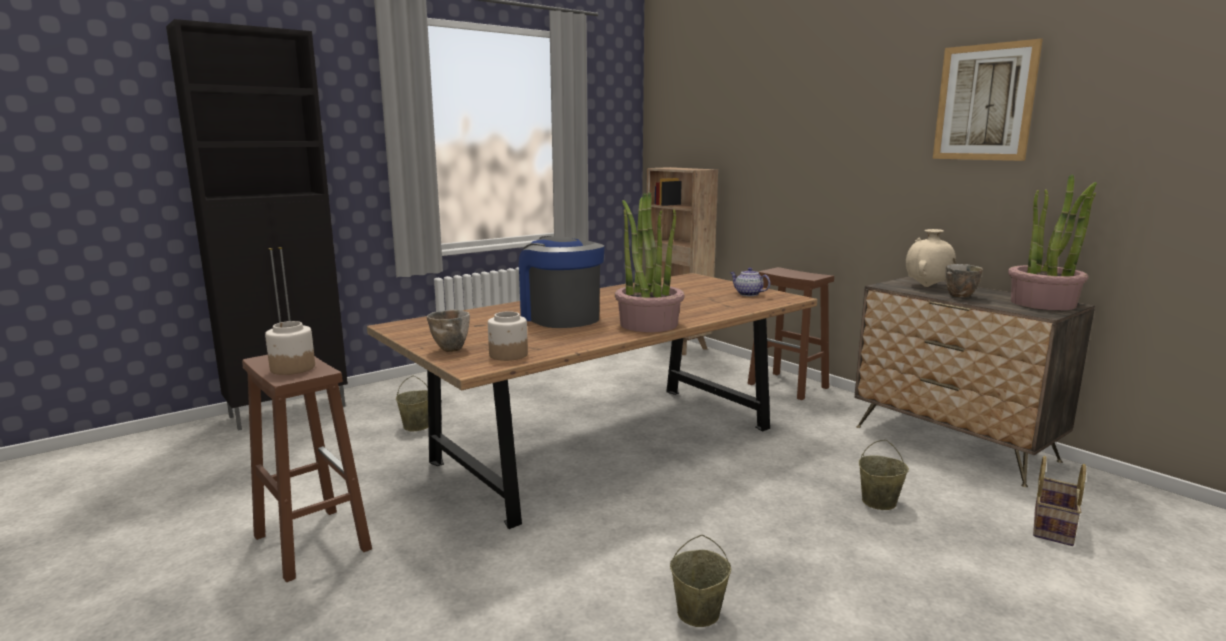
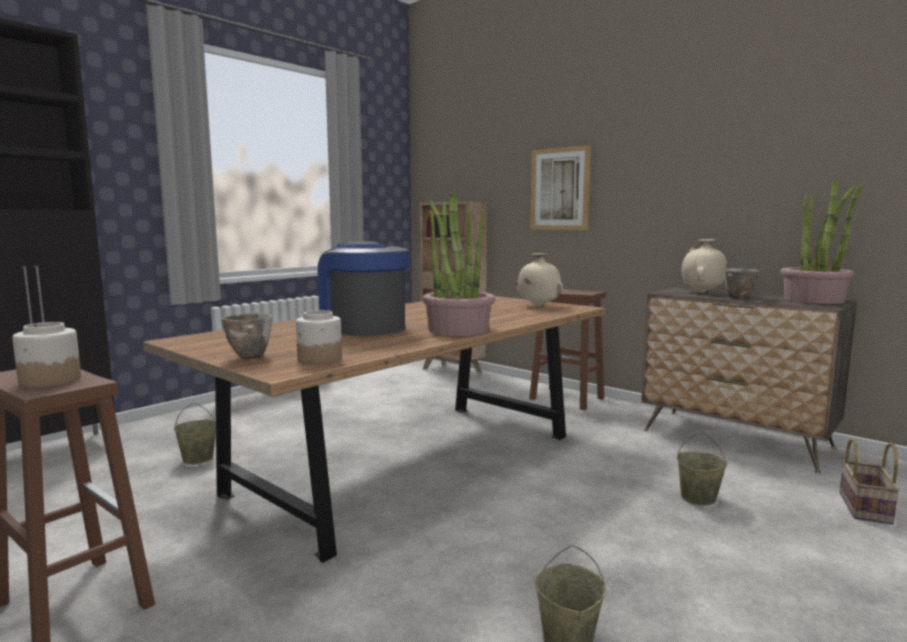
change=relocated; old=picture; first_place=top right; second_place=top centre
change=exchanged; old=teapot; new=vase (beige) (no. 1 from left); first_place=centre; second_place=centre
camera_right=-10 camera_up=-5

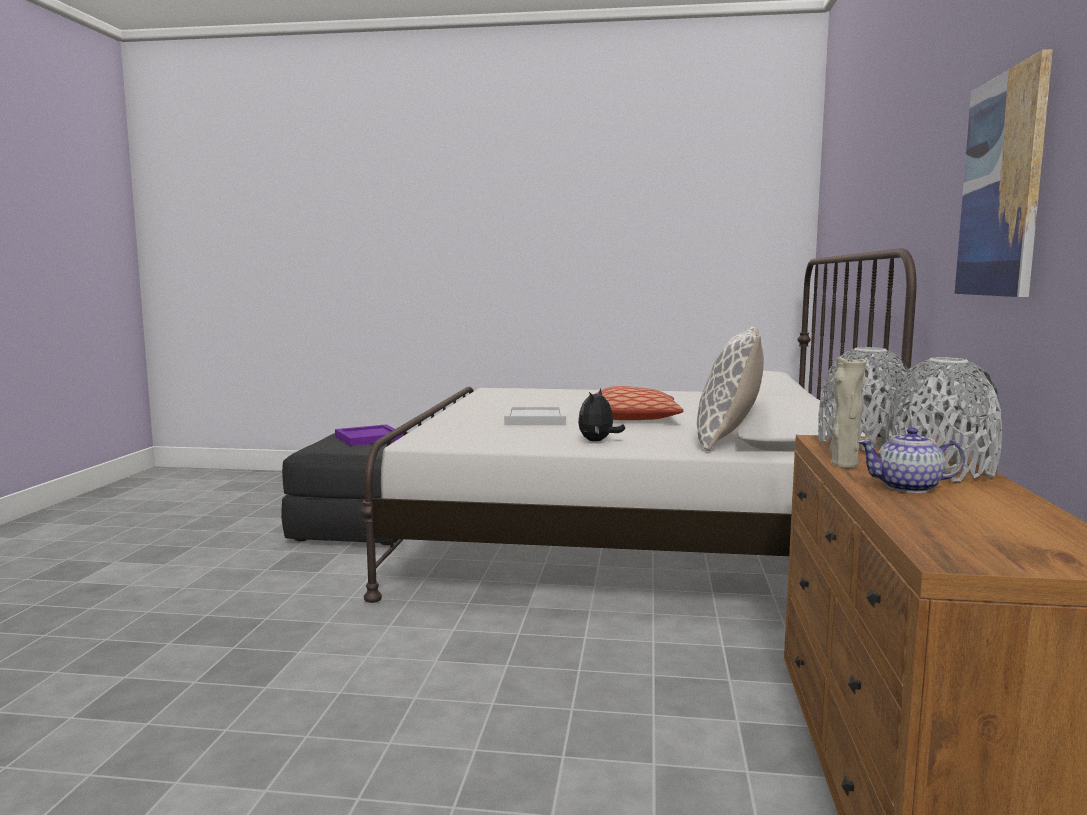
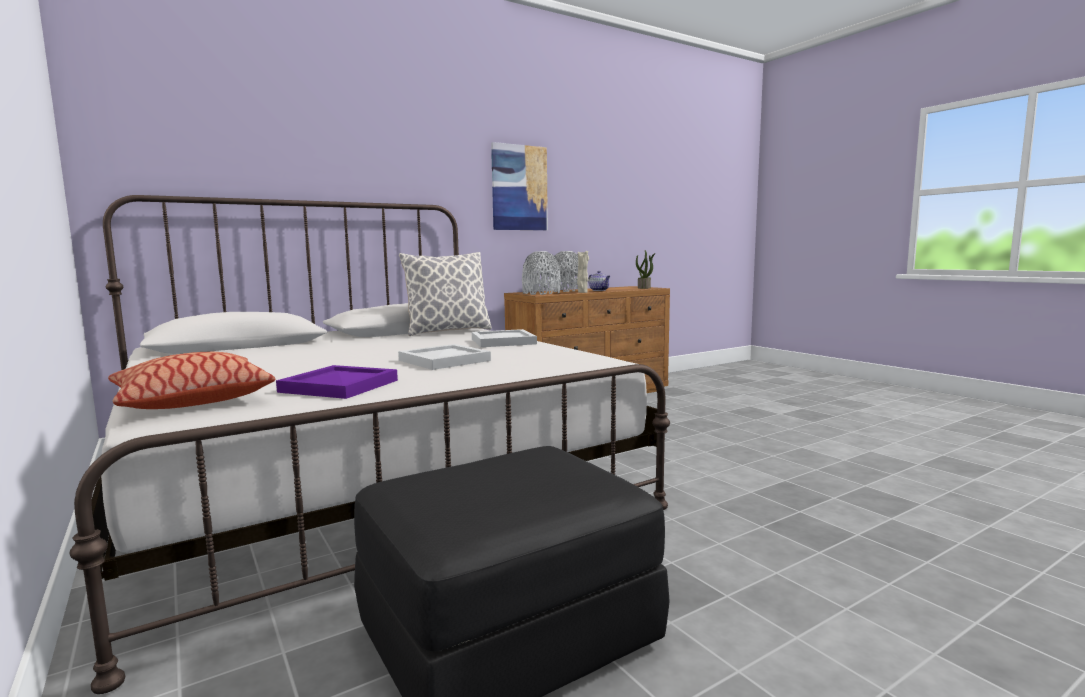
change=relocated; old=pillow (no. 1 from left); first_place=centre; second_place=middle left
change=exchanged; old=plush toy; new=tray (white) (no. 2 from left); first_place=centre; second_place=centre
change=relocated; old=tray (purple); first_place=centre; second_place=middle left
change=appeared; new=potted plant; second_place=centre
camera_right=-130 camera_up=0

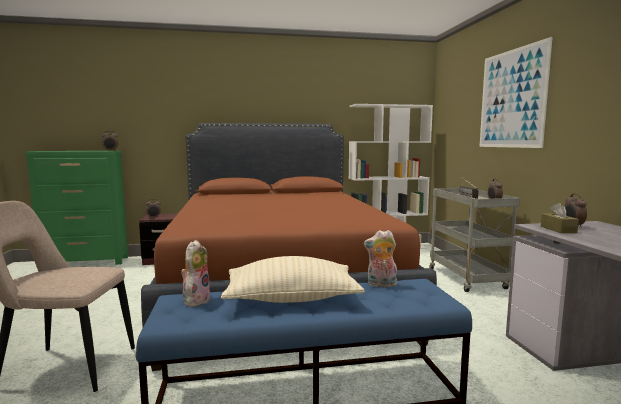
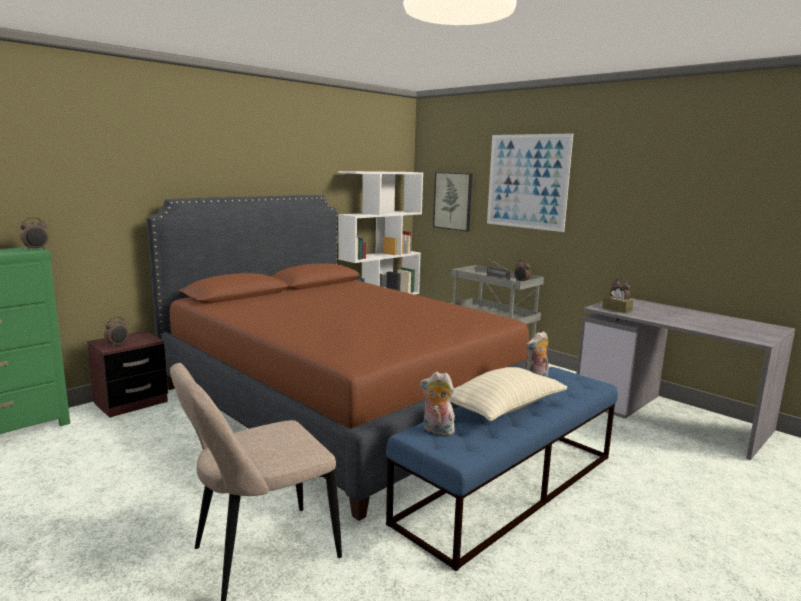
change=spun; old=plush toy (no. 1 from left); first_place=bottom left; second_place=bottom centre; degrees=-45
change=appeared; new=picture (no. 1 from left); second_place=centre
camera_right=-35 camera_up=5

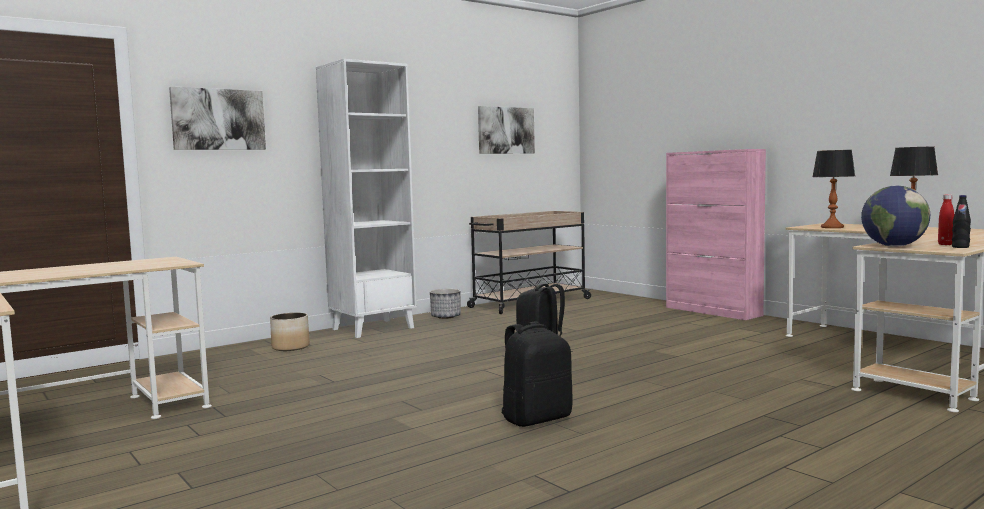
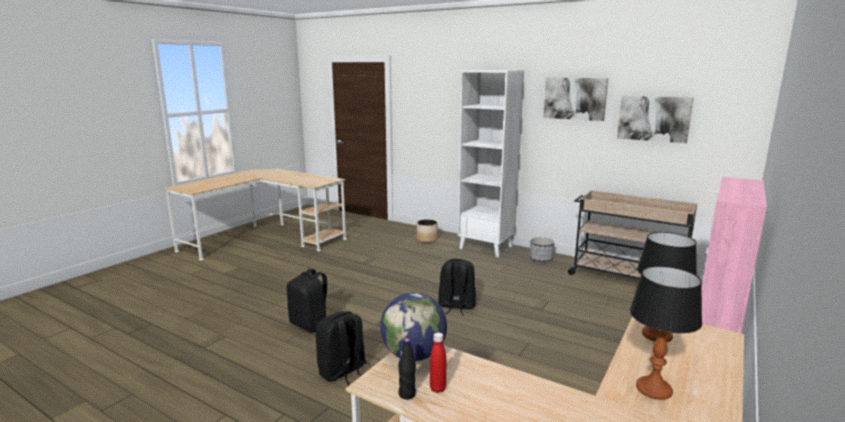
change=relocated; old=picture (no. 1 from left); first_place=top left; second_place=top right
change=appeared; new=backpack (black) (no. 2 from left); second_place=bottom centre
camera_right=70 camera_up=10

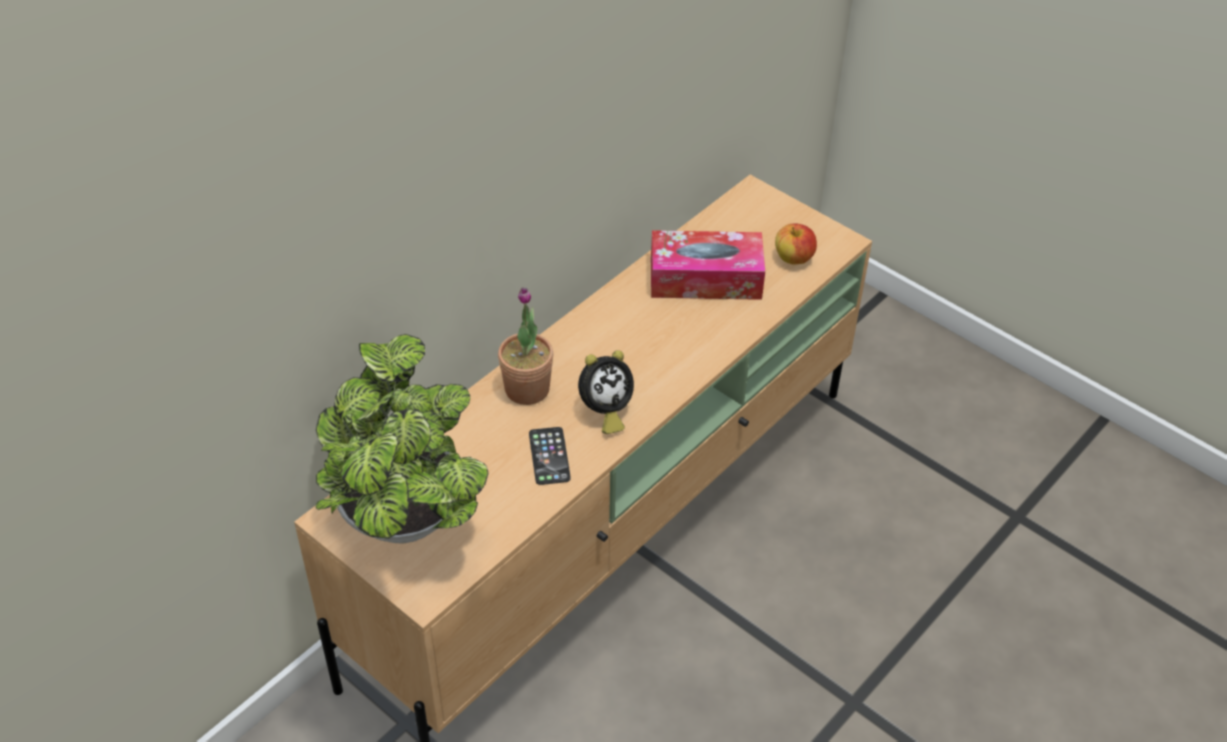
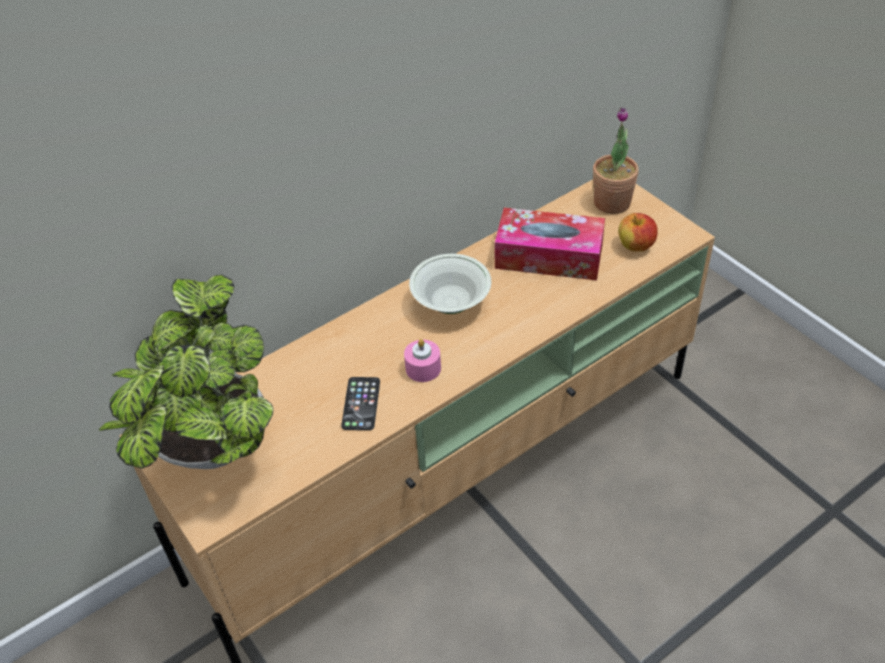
change=relocated; old=potted plant (no. 2 from left); first_place=centre; second_place=top right
change=exchanged; old=alarm clock; new=candle (pink); first_place=centre; second_place=centre
change=appeared; new=bowl (white); second_place=centre
camera_right=15 camera_up=0

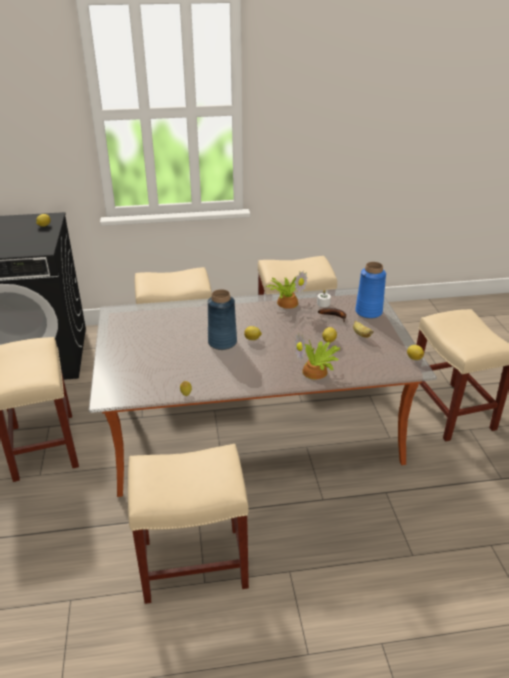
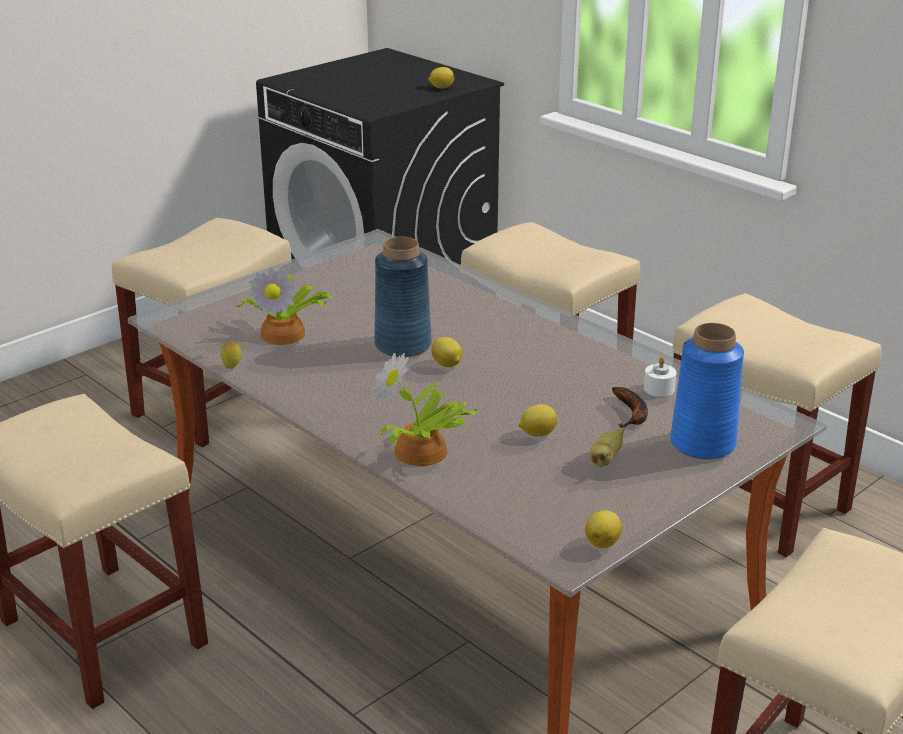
change=relocated; old=potted plant (no. 1 from left); first_place=centre; second_place=middle left
camera_right=55 camera_up=-5

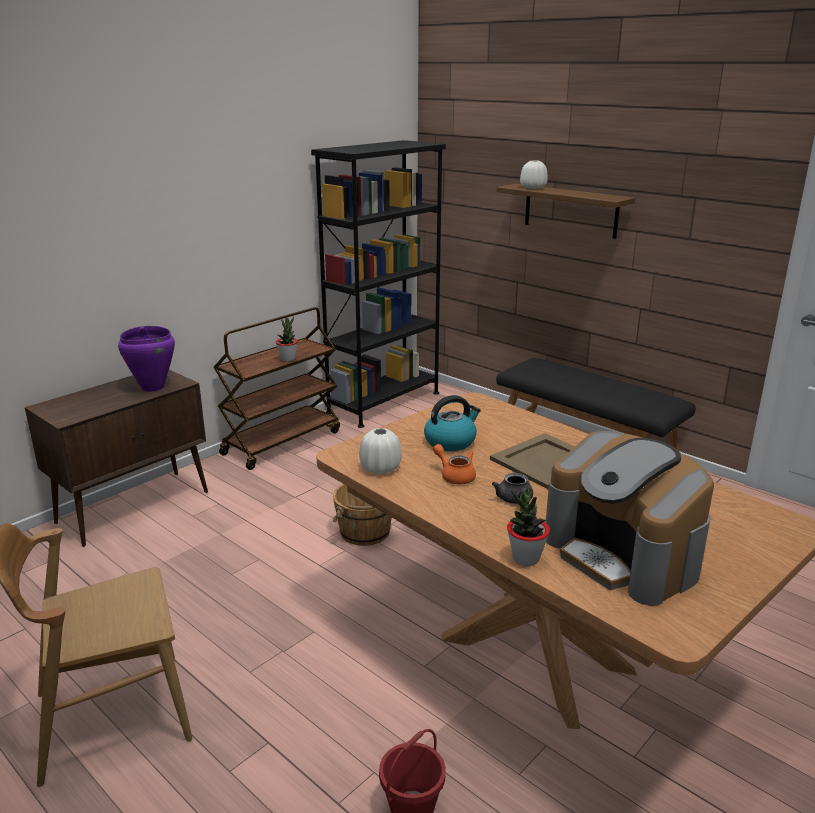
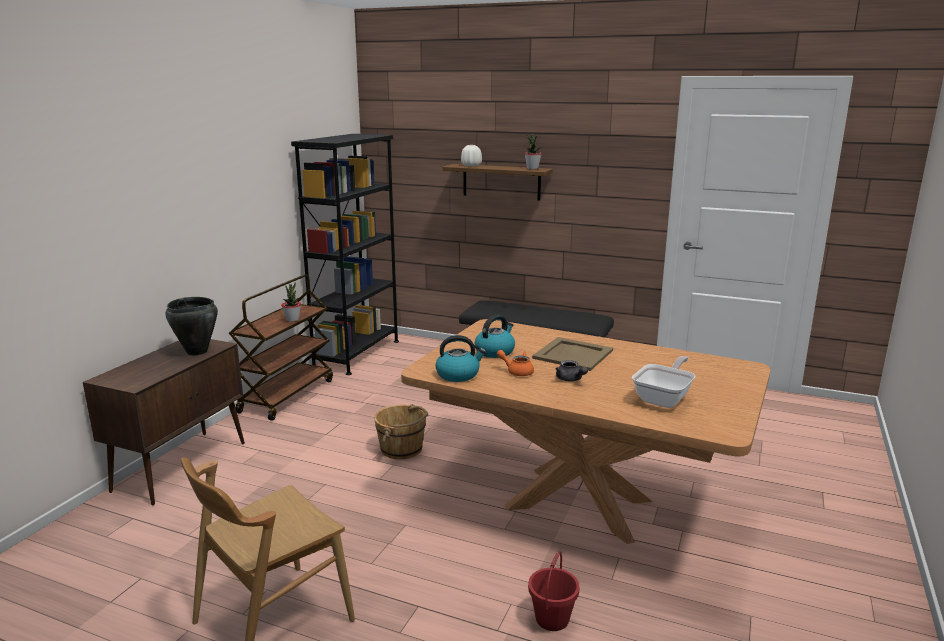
change=colour; old=cooking pot (purple); new=cooking pot (black); first_place=middle left; second_place=middle left
change=exchanged; old=vase (white) (no. 1 from left); new=kettle (no. 1 from left); first_place=centre; second_place=centre
change=exchanged; old=coffee machine; new=frying pan; first_place=middle right; second_place=middle right
change=relocated; old=potted plant (no. 2 from left); first_place=centre; second_place=top centre
camera_right=-20 camera_up=-5

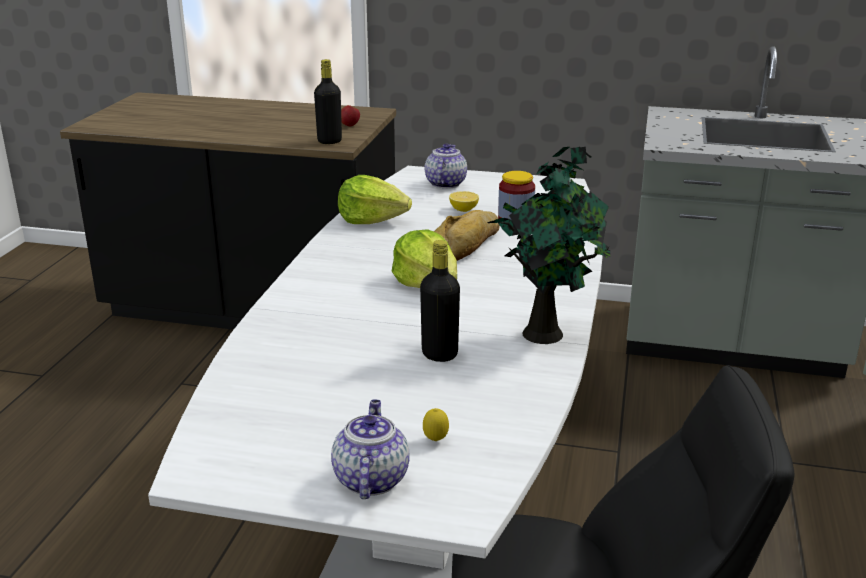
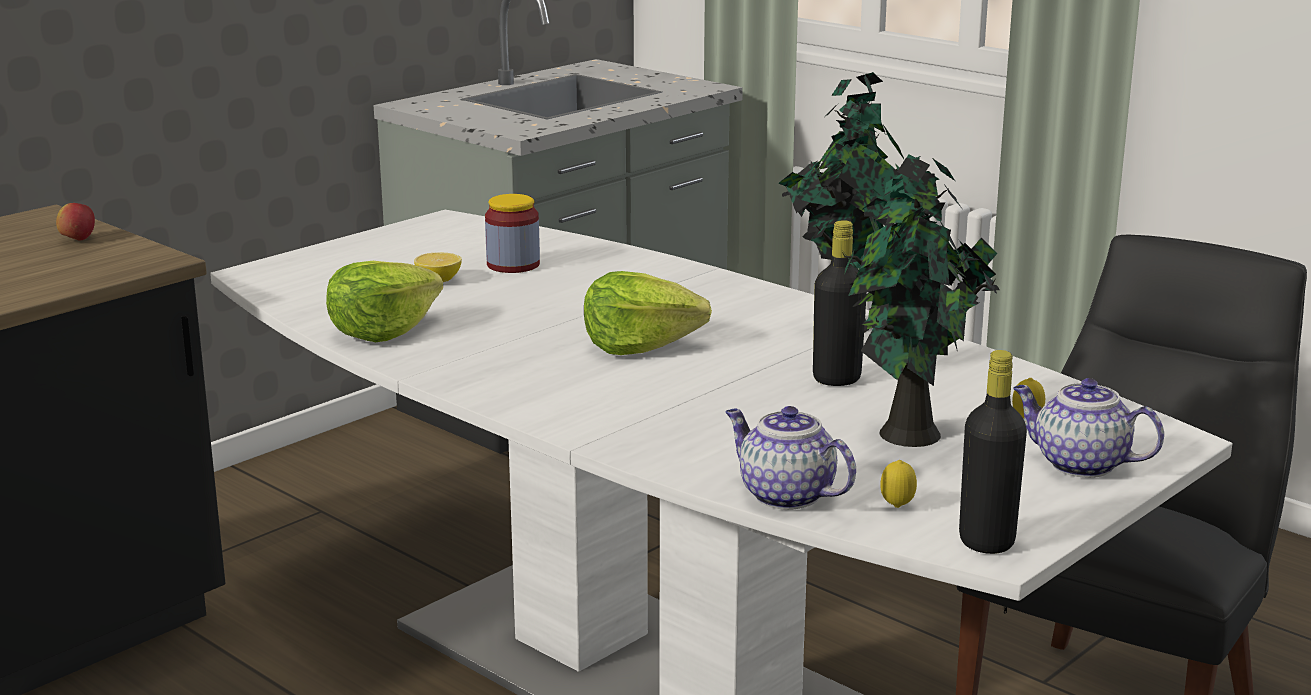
change=relocated; old=bottle (black) (no. 1 from left in the first image); new=bottle (black) (no. 2 from left); first_place=top centre; second_place=middle right
change=relocated; old=teapot (no. 2 from left in the first image); new=teapot (no. 1 from left); first_place=top centre; second_place=centre
change=missing; old=bread; first_place=centre
change=appeared; new=potted plant (no. 2 from left); second_place=middle right
change=appeared; new=lemon (no. 2 from left); second_place=bottom right
camera_right=-60 camera_up=-5

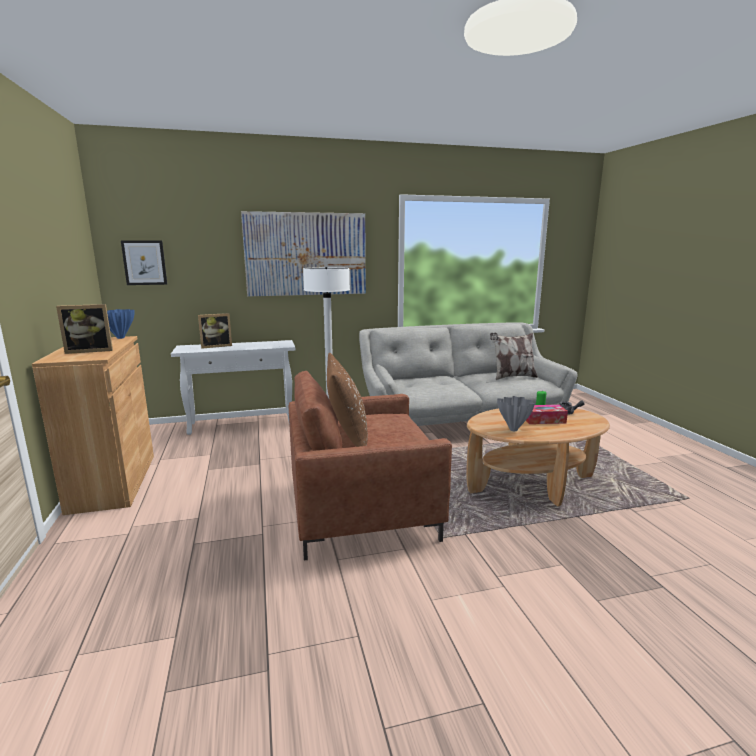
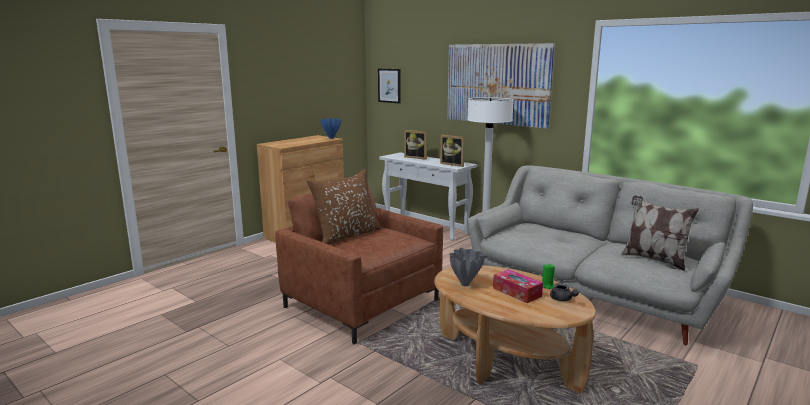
change=relocated; old=picture frame (no. 1 from left in the first image); new=picture frame (no. 2 from left); first_place=middle left; second_place=centre
camera_right=55 camera_up=0

